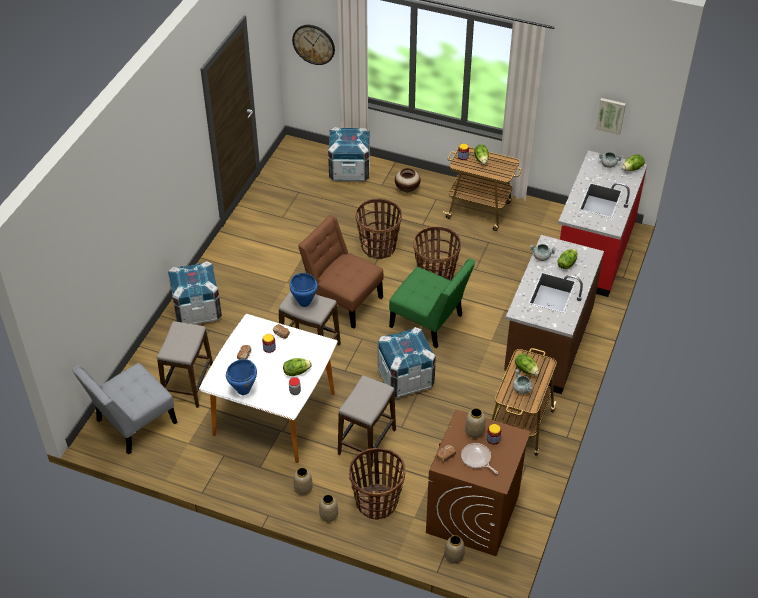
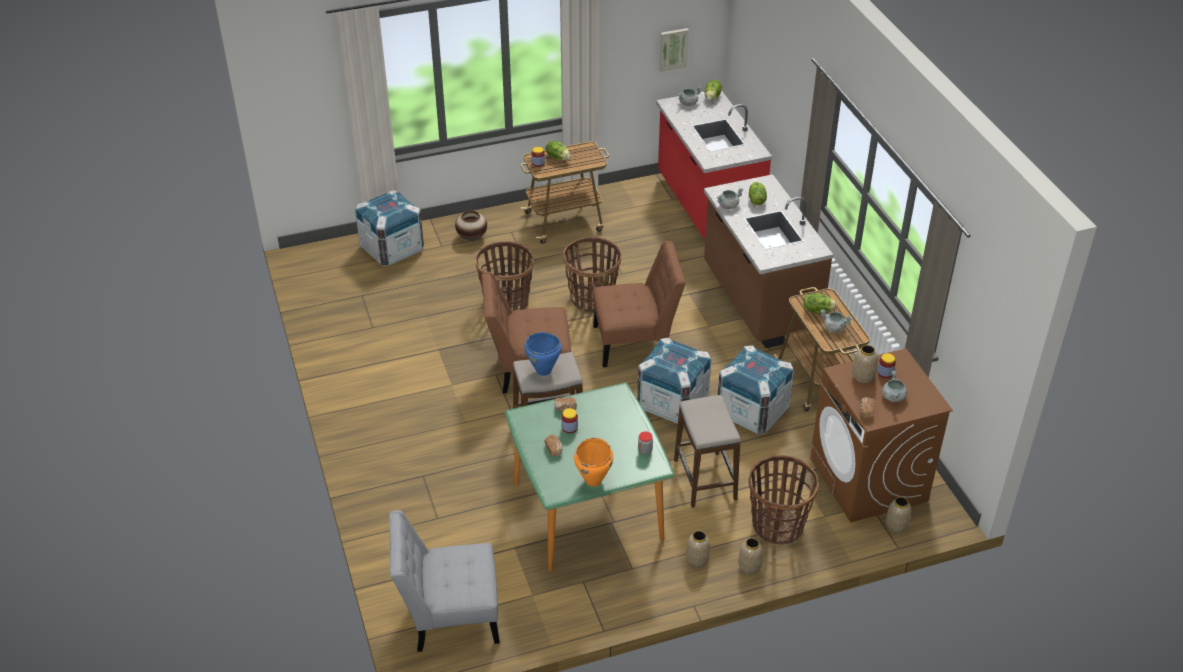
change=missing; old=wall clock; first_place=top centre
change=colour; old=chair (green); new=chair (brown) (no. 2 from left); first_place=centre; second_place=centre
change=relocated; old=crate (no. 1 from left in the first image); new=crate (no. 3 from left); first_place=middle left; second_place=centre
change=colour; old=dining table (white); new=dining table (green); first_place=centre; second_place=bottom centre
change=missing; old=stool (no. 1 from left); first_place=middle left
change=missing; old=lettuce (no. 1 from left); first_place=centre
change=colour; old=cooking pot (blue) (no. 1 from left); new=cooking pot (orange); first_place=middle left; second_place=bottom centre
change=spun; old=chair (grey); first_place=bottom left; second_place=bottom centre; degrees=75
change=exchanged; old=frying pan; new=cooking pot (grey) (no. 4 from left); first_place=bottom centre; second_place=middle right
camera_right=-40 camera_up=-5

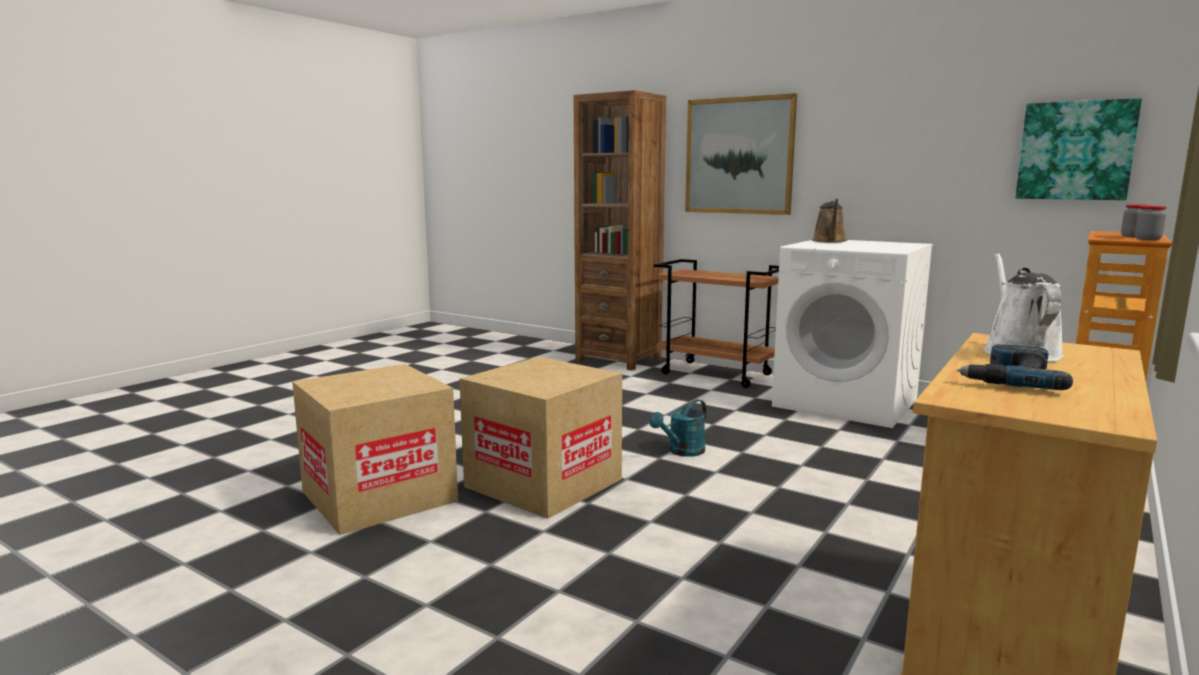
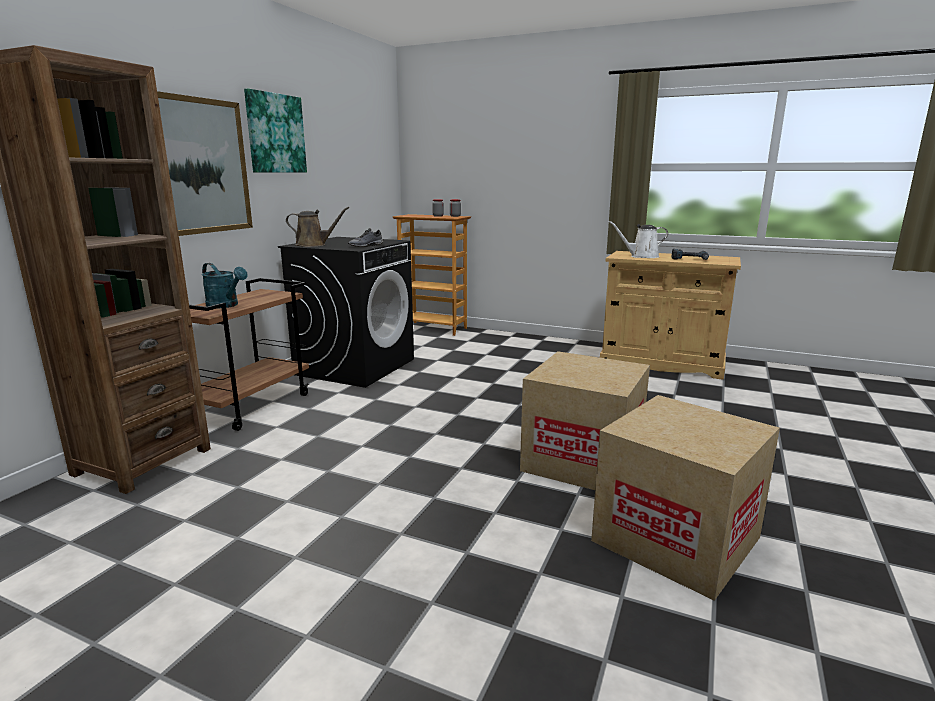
change=relocated; old=picture (no. 2 from left); first_place=top right; second_place=top left
change=colour; old=washing machine (white); new=washing machine (black); first_place=middle right; second_place=centre
change=relocated; old=watering can (turquoise); first_place=centre; second_place=middle left
change=appeared; new=shoe (grey); second_place=centre
camera_right=-100 camera_up=5

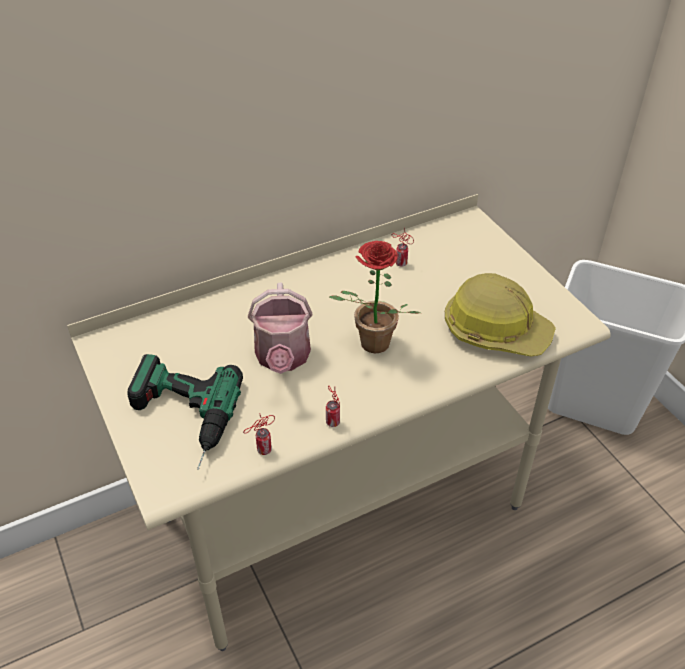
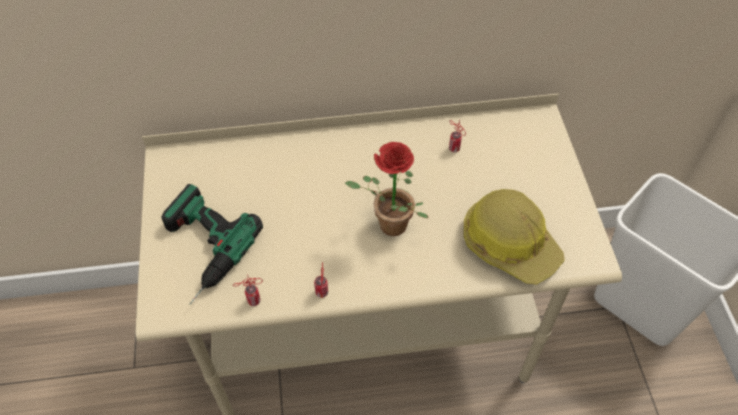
change=missing; old=watering can; first_place=centre
camera_right=20 camera_up=10

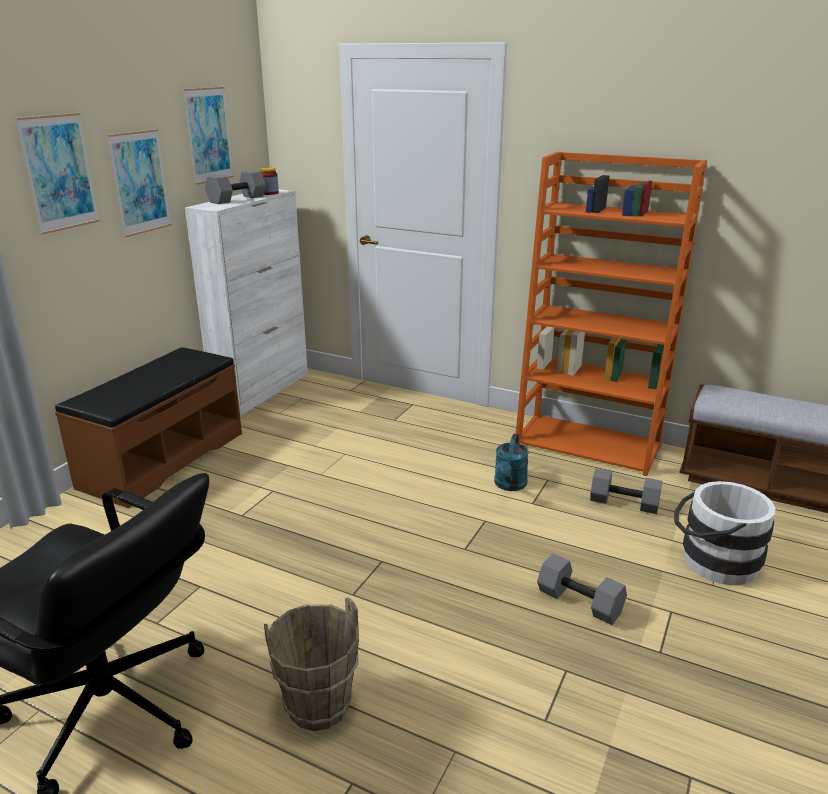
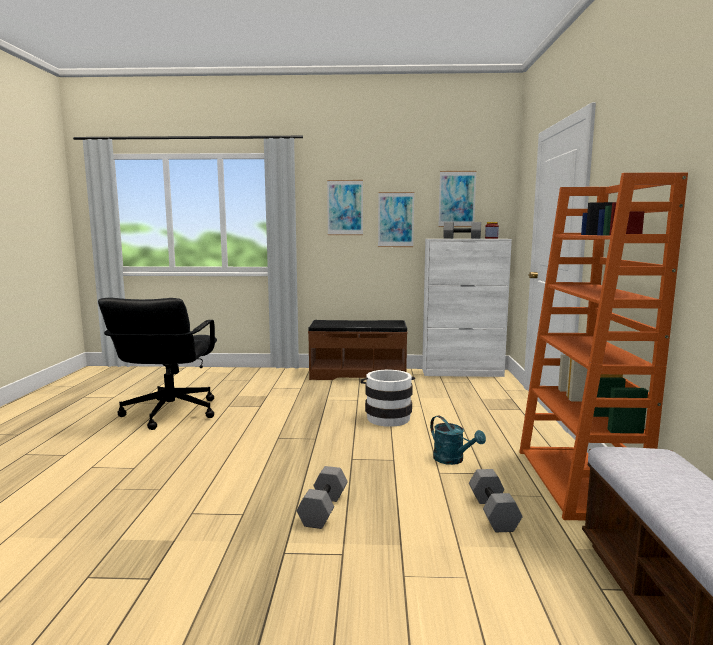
change=spun; old=watering can (turquoise); first_place=centre; second_place=bottom centre; degrees=-120
change=relocated; old=bucket (white); first_place=bottom right; second_place=centre
change=missing; old=bucket (brown); first_place=bottom centre
camera_right=65 camera_up=-15

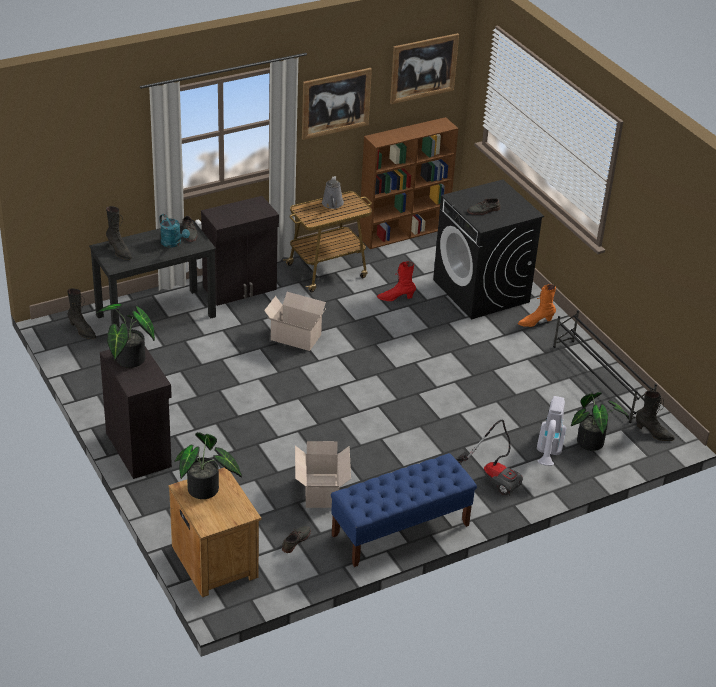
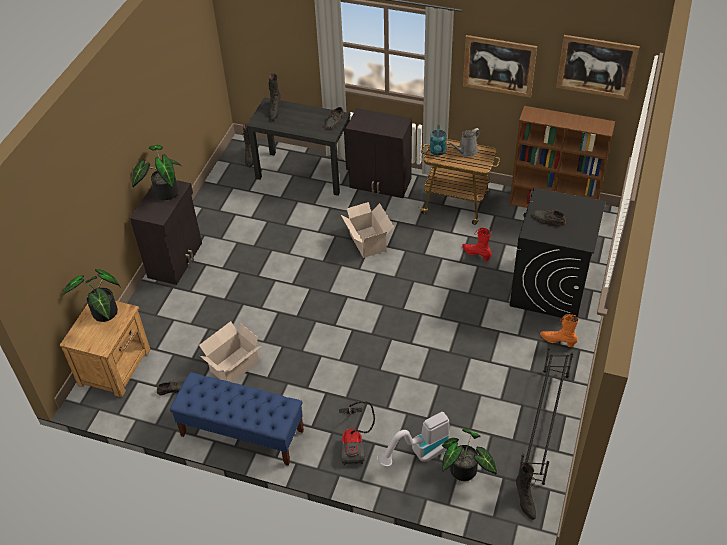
change=relocated; old=watering can (turquoise); first_place=middle left; second_place=top centre
camera_right=50 camera_up=10

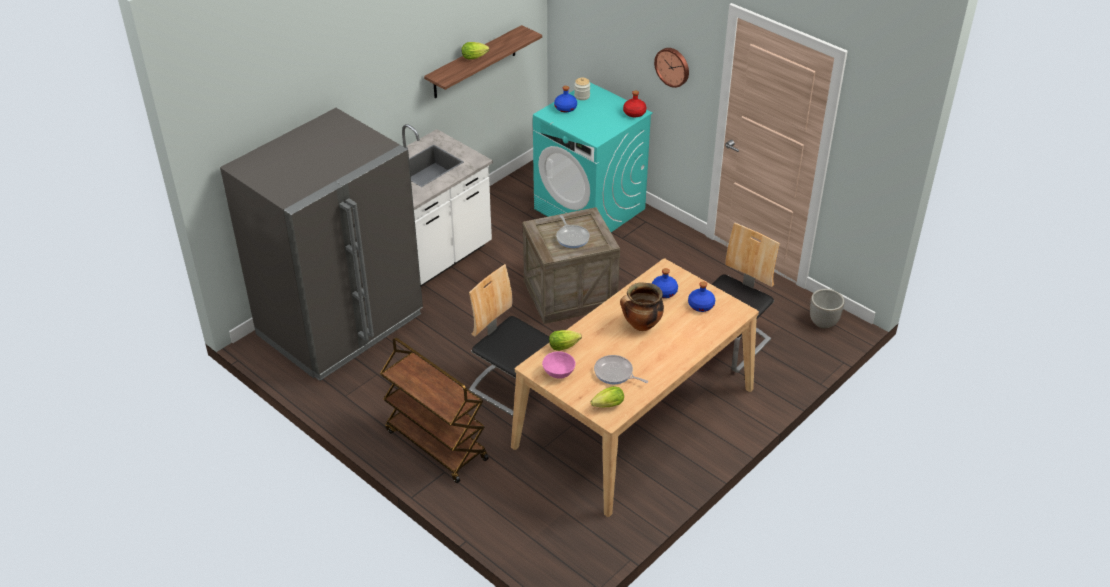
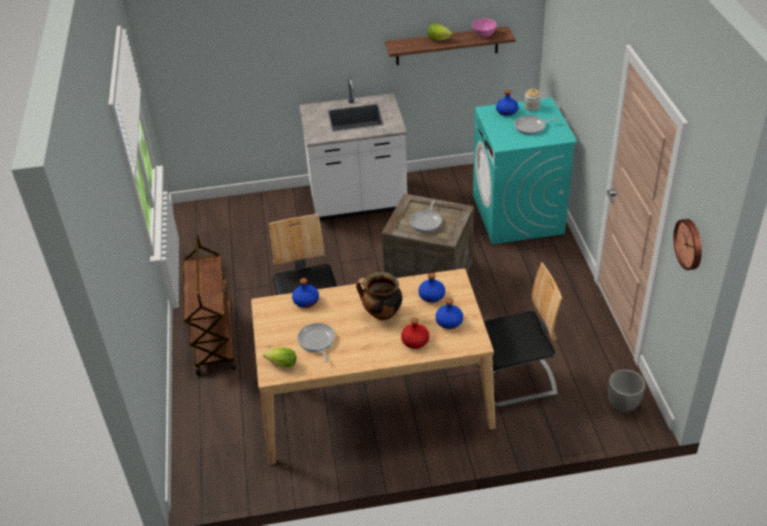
change=relocated; old=wall clock; first_place=top centre; second_place=middle right
change=relocated; old=bottle (red); first_place=top centre; second_place=centre
change=missing; old=fridge (grey); first_place=middle left
change=exchanged; old=lettuce (no. 2 from left); new=bottle (blue) (no. 1 from left); first_place=centre; second_place=centre
change=relocated; old=bowl (pink); first_place=centre; second_place=top centre
change=appeared; new=frying pan (no. 3 from left); second_place=top right
camera_right=40 camera_up=0

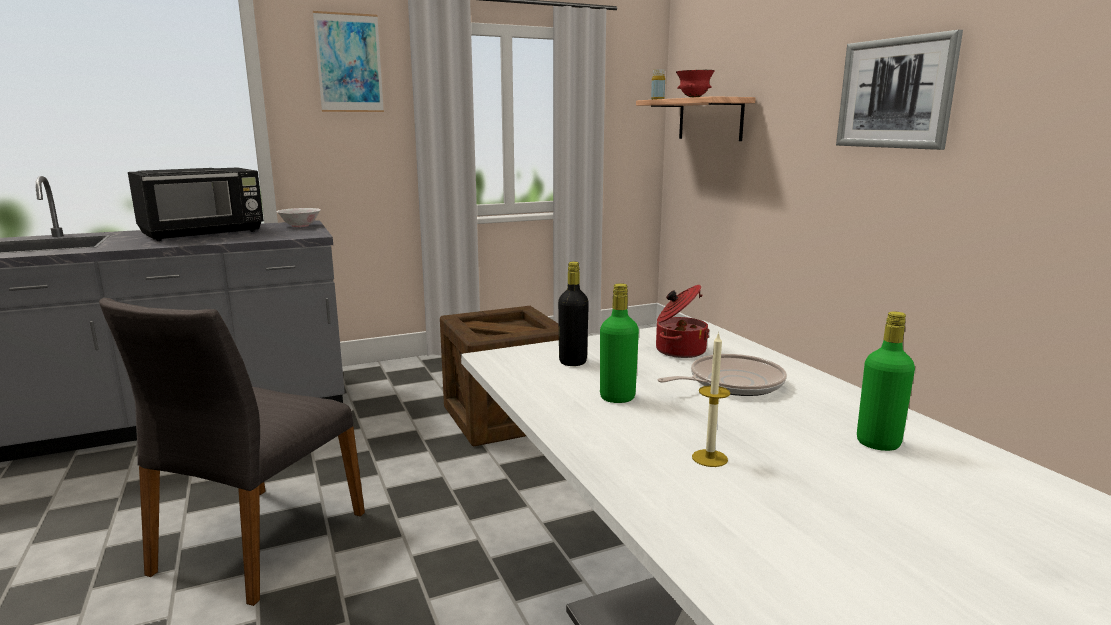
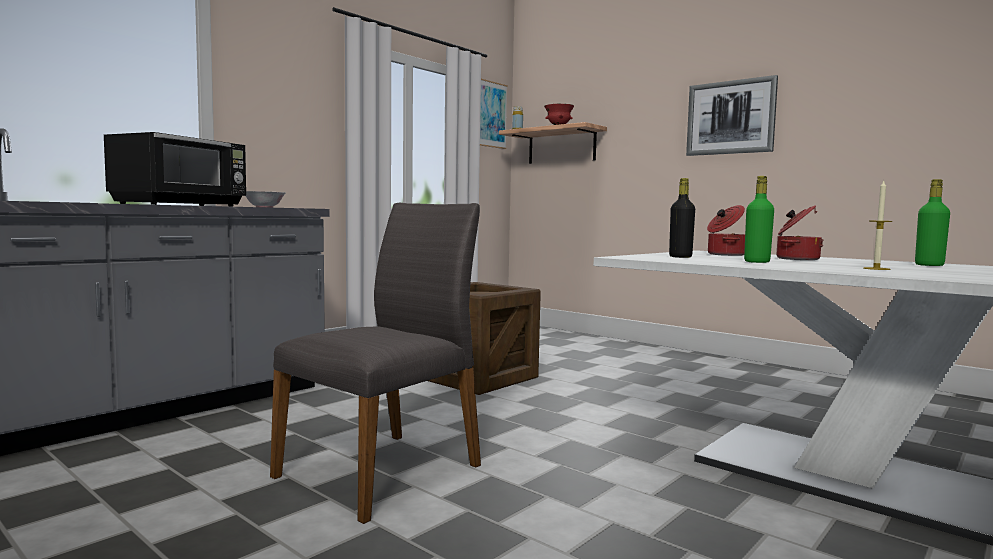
change=relocated; old=picture (no. 1 from left); first_place=top left; second_place=top centre
change=spun; old=chair (grey); first_place=bottom left; second_place=centre; degrees=-135
change=exchanged; old=frying pan; new=cooking pot (no. 2 from left); first_place=centre; second_place=middle right
camera_right=-25 camera_up=-10

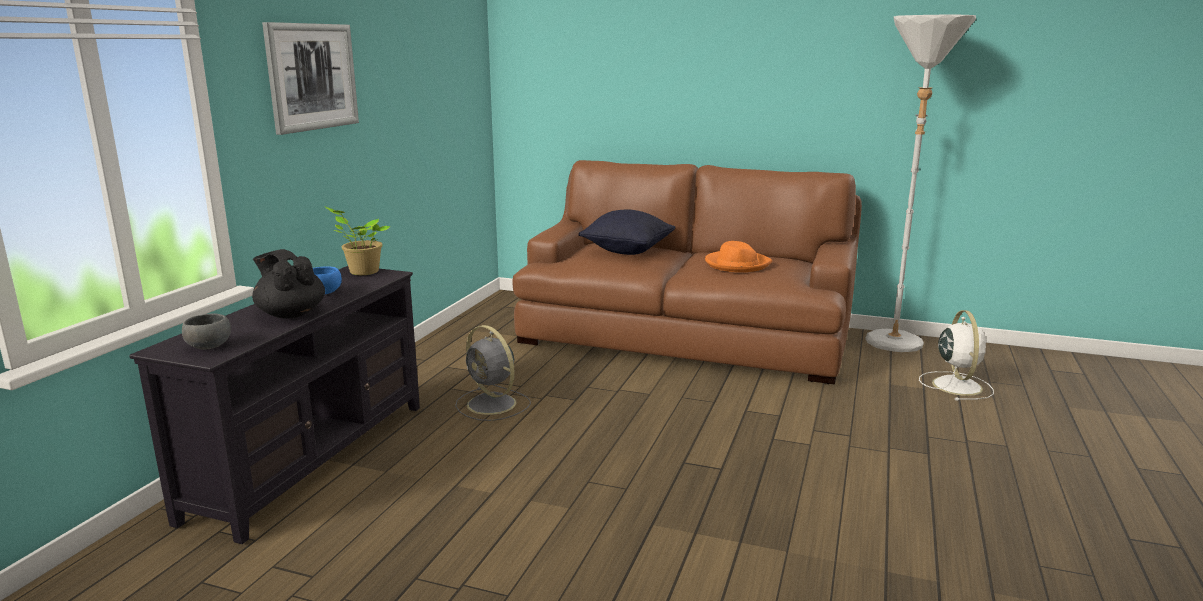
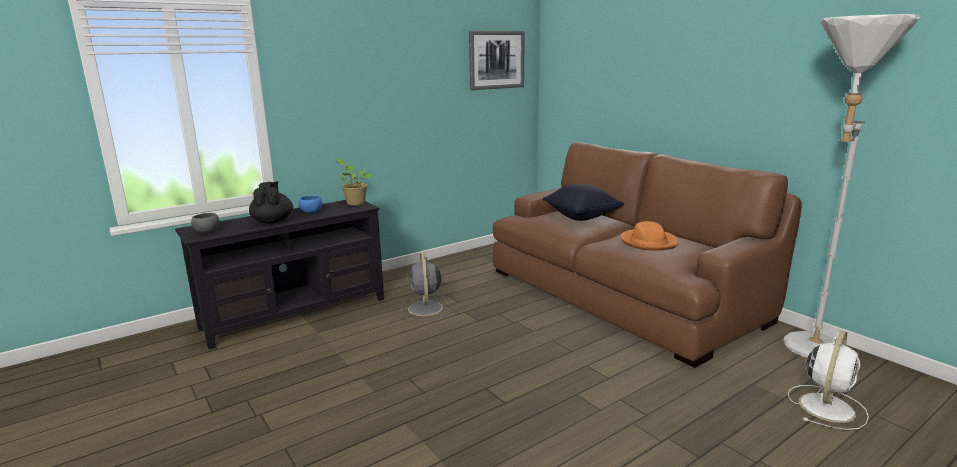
change=relocated; old=picture; first_place=top left; second_place=top centre
camera_right=35 camera_up=0

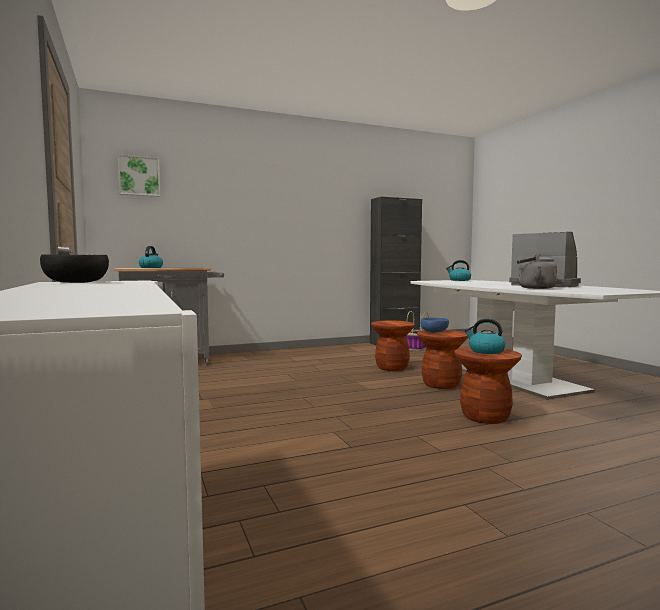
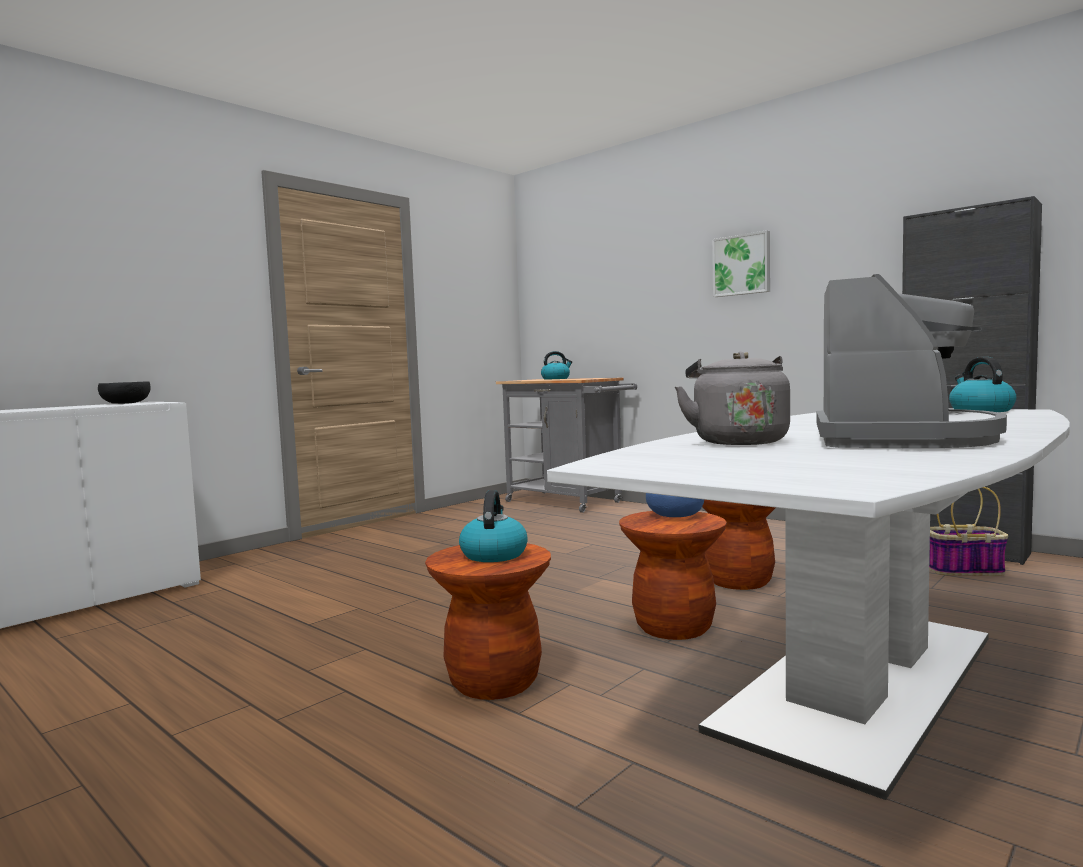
change=relocated; old=picture; first_place=top left; second_place=top right
camera_right=65 camera_up=0

